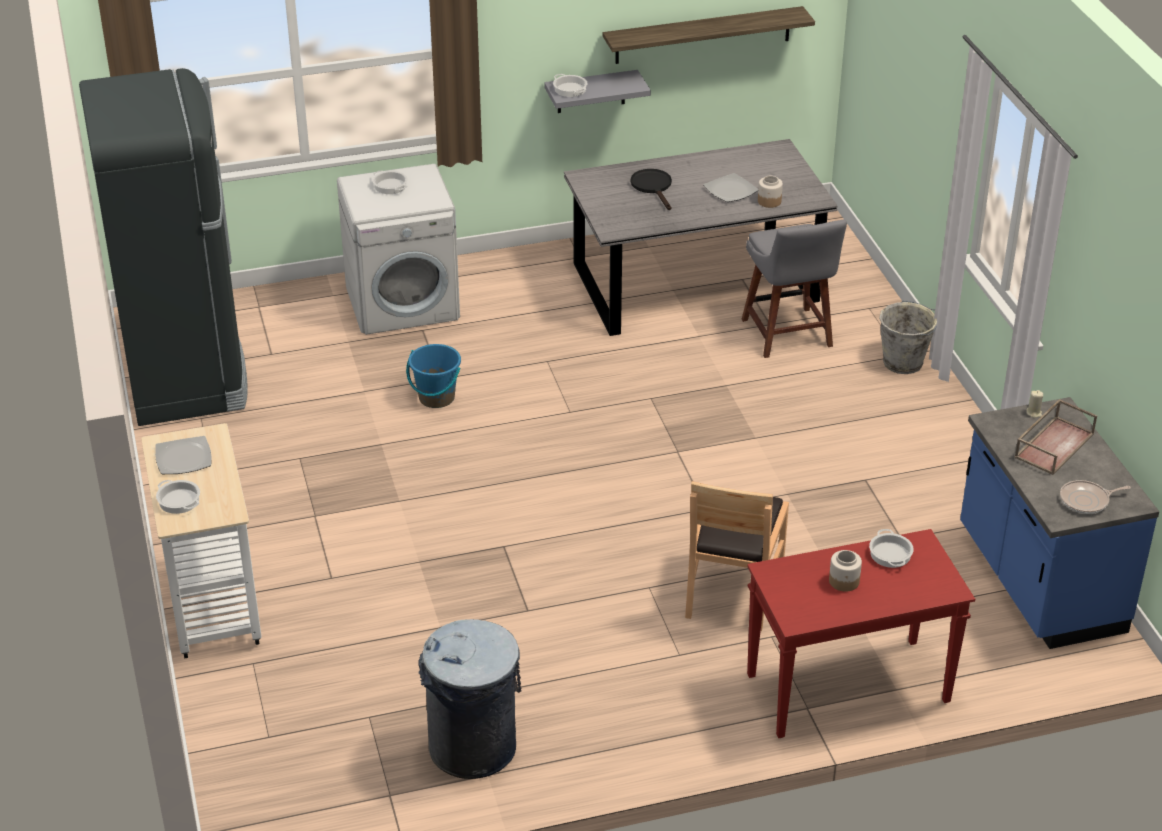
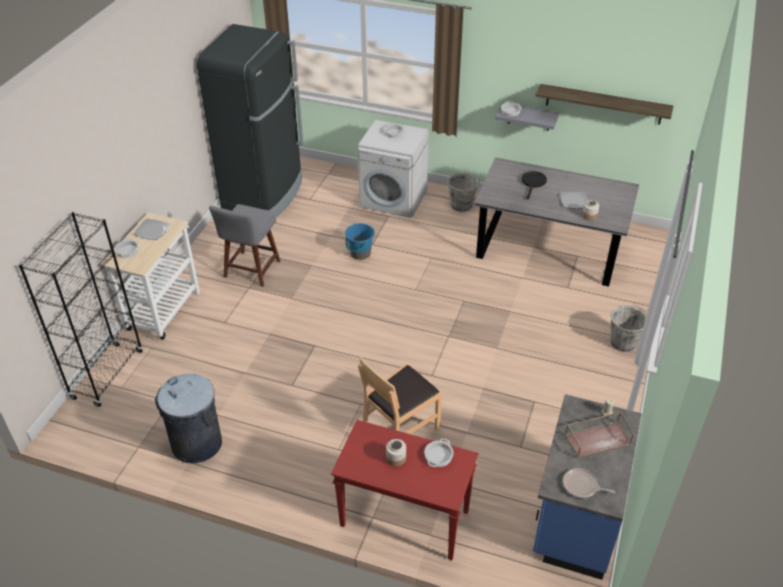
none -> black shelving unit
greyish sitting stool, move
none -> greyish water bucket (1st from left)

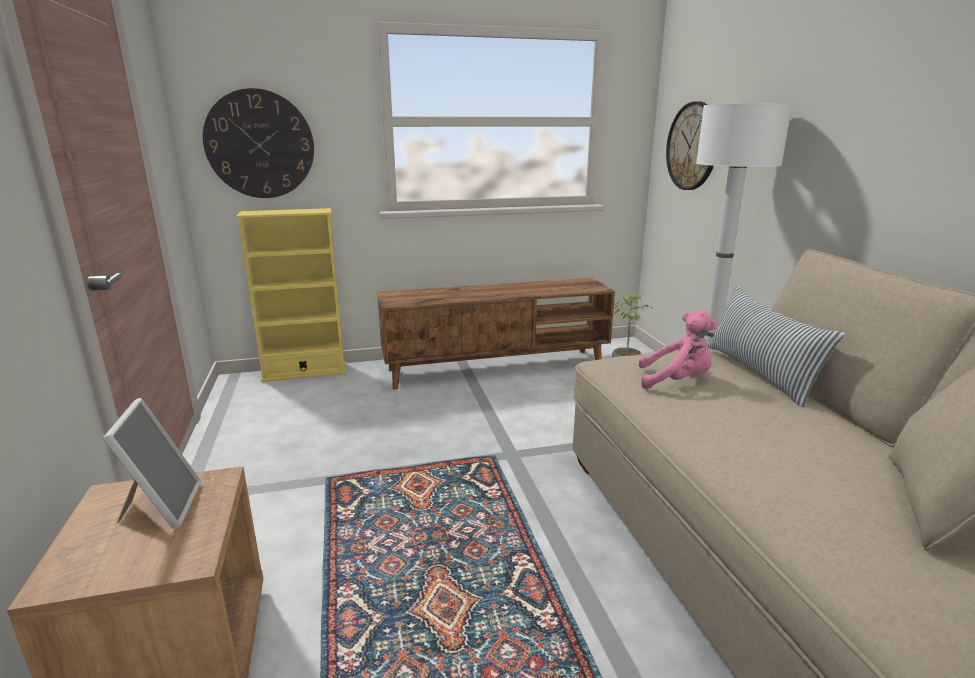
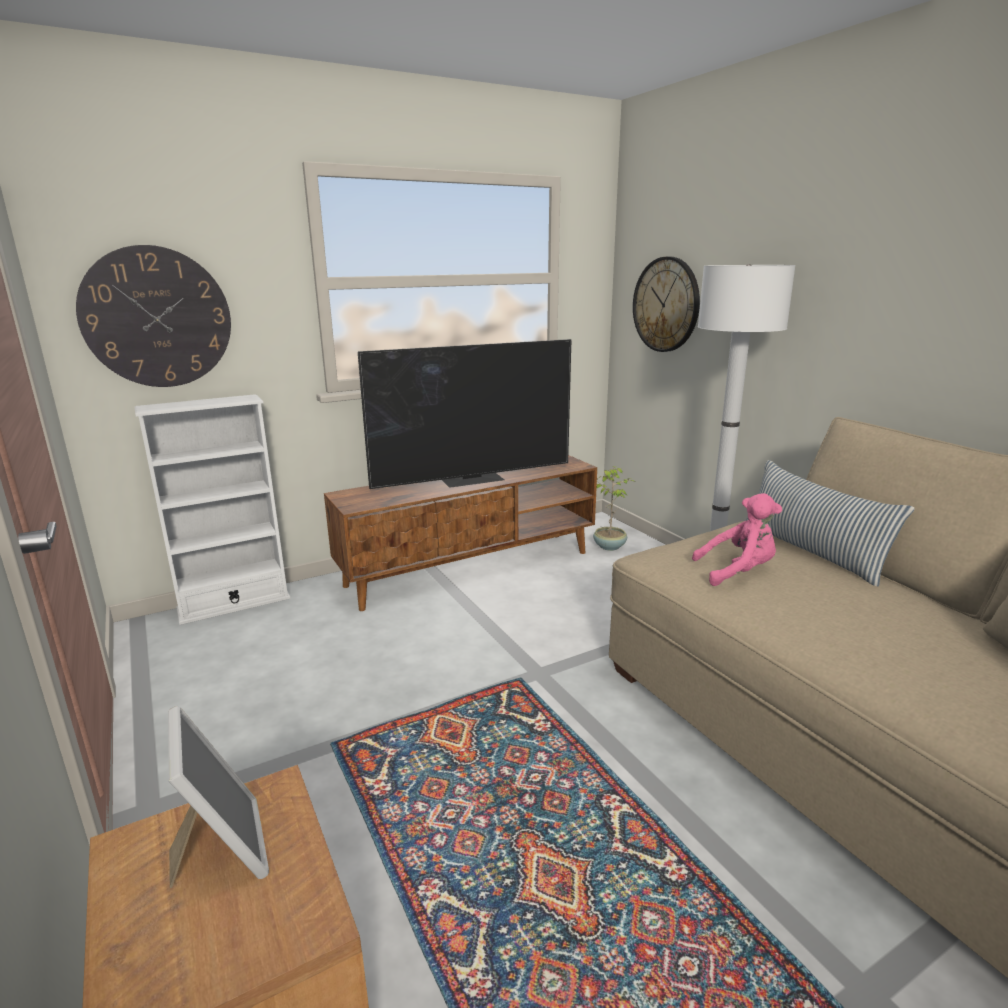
yellow shelving unit -> whitish shelving unit
none -> TV

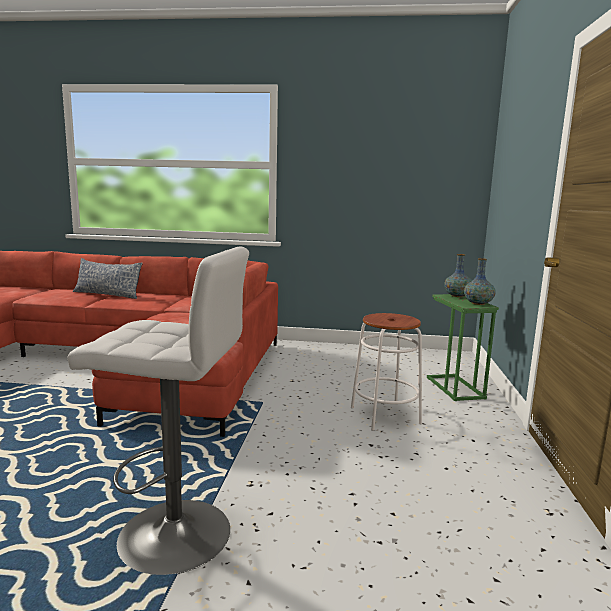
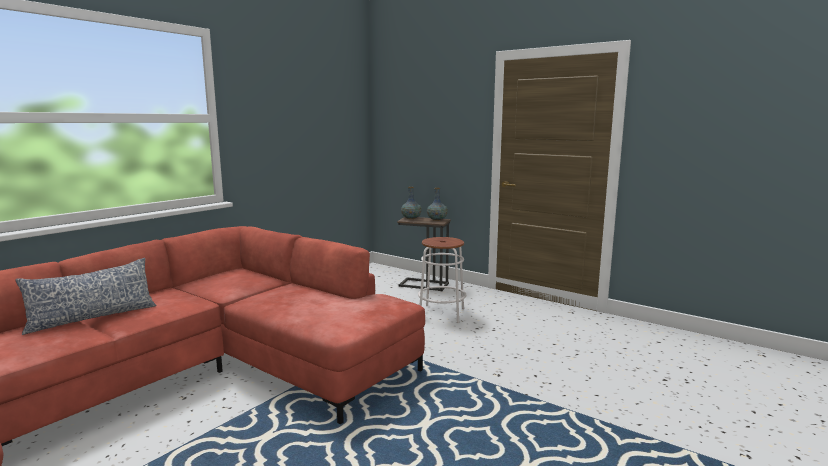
greenish accent table -> brownish accent table
whitish sitting stool (1st from left) -> none

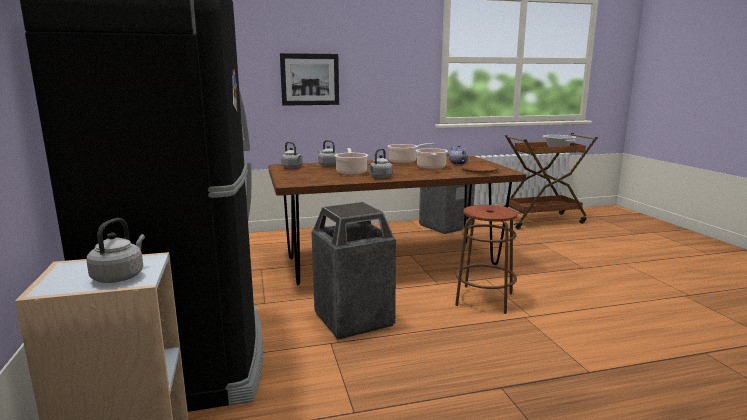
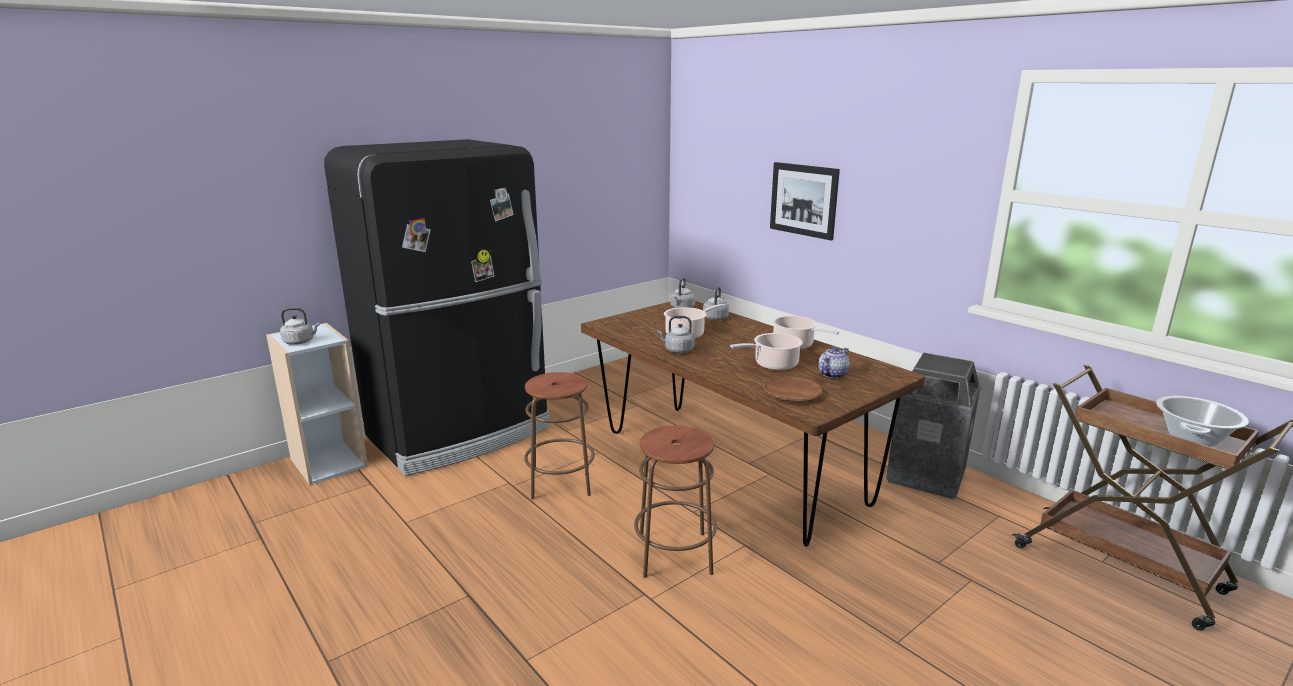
rubbish bin (1st from left) -> brownish sitting stool (1st from left)

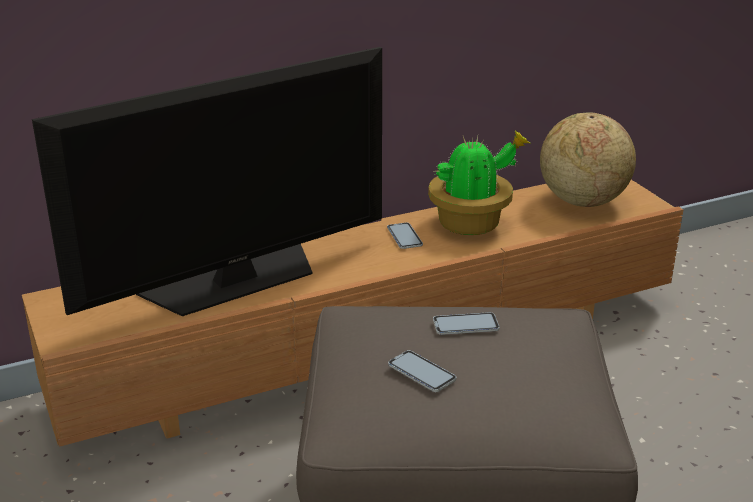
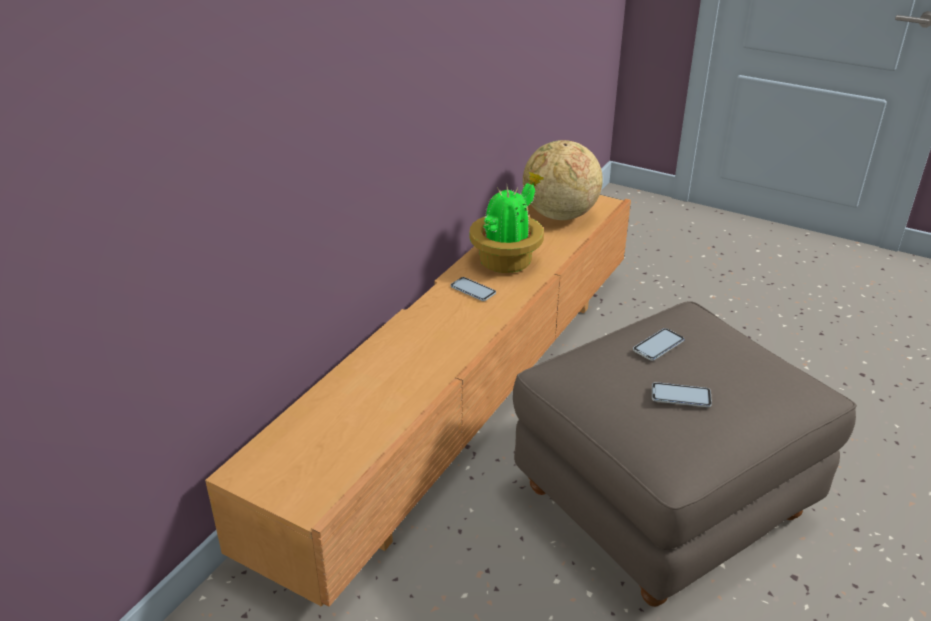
TV -> none

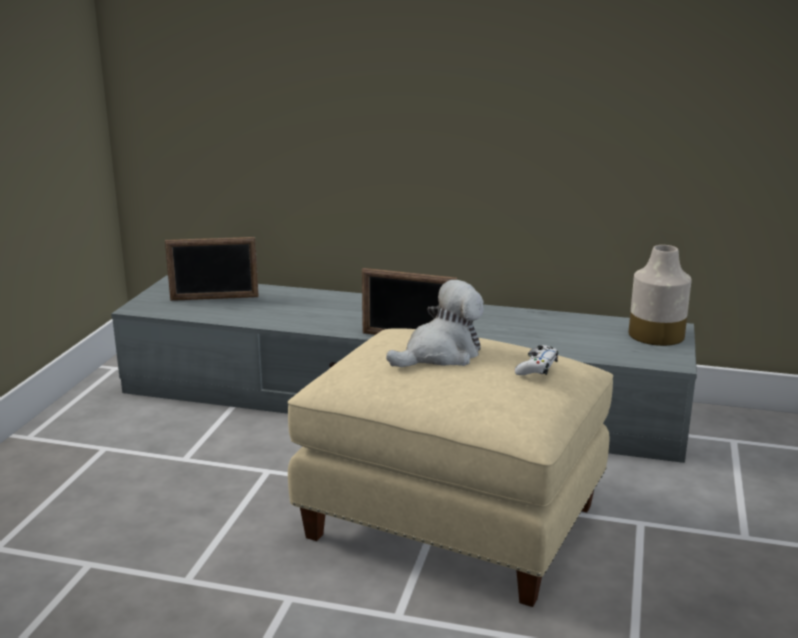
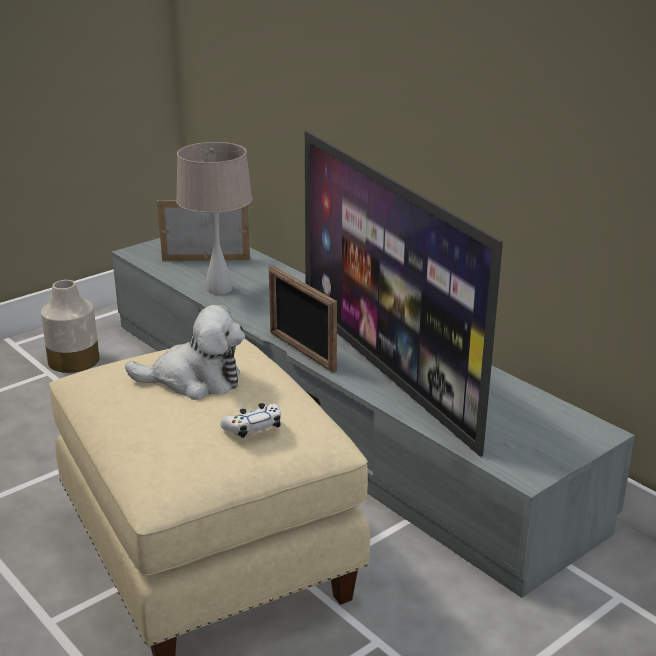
beige vase, move
photo frame (1st from left), 150 degrees clockwise
none -> beige tabletop lamp
none -> TV

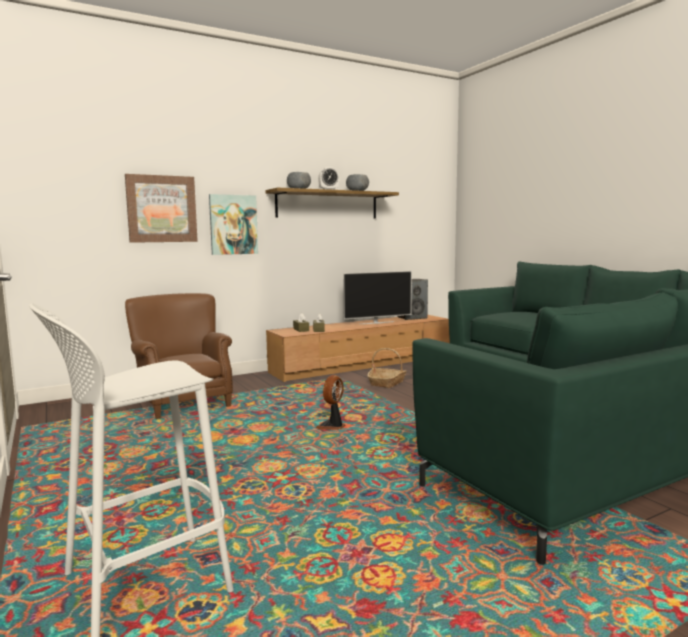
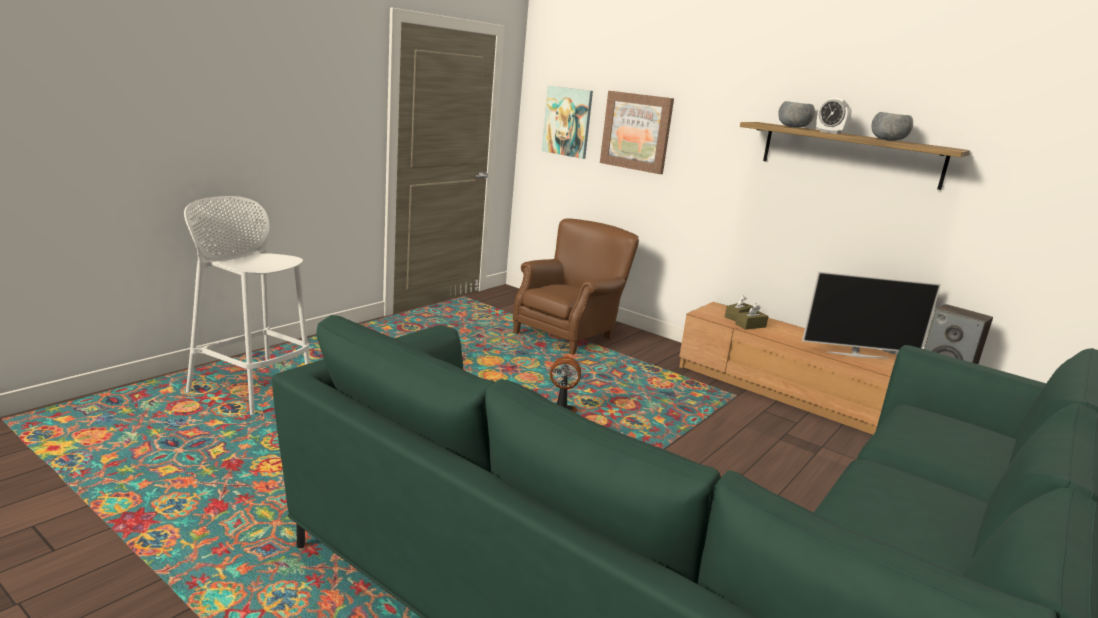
wall picture (2nd from left in the first image) -> wall picture (1st from left), move
TV, 45 degrees counterclockwise
storage basket -> none

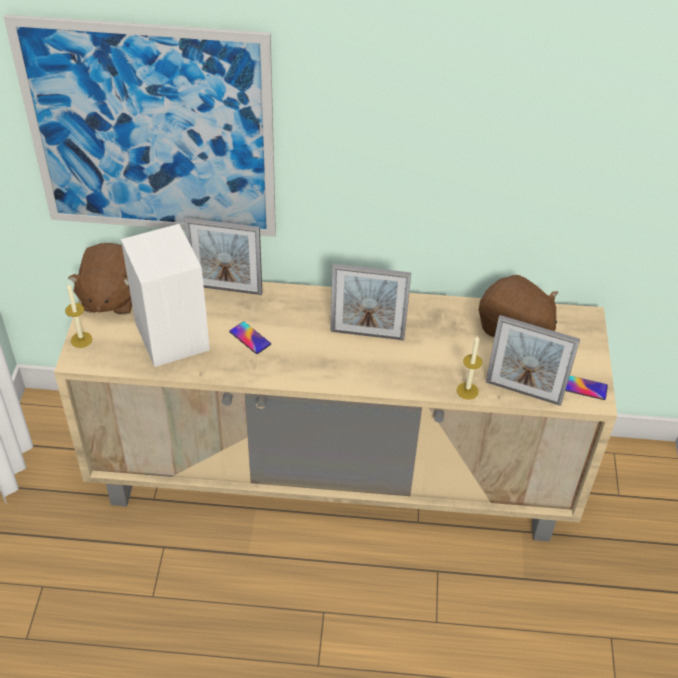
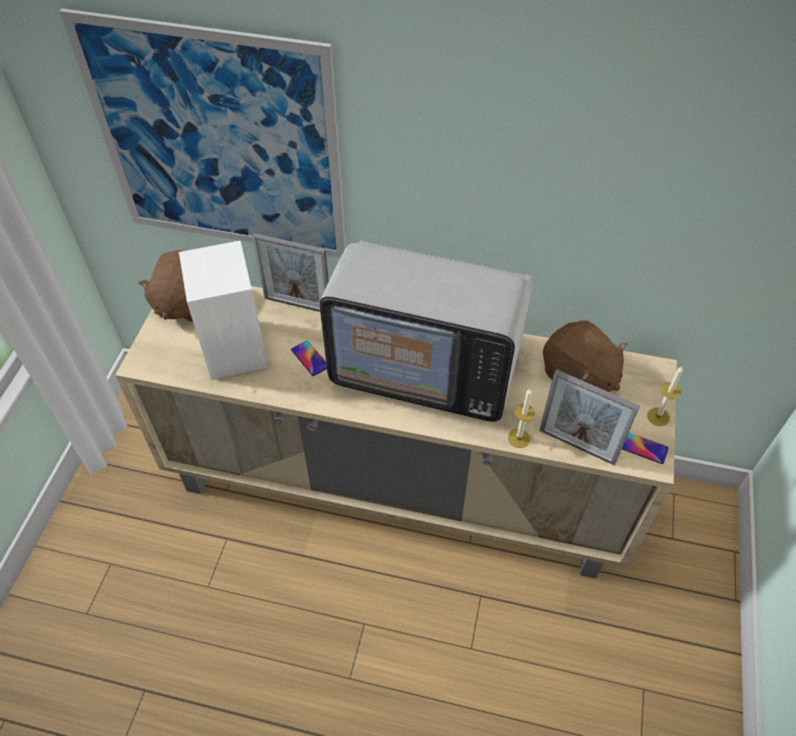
photo frame (2nd from left) -> TV
wax light (1st from left in the first image) -> wax light (2nd from left), move

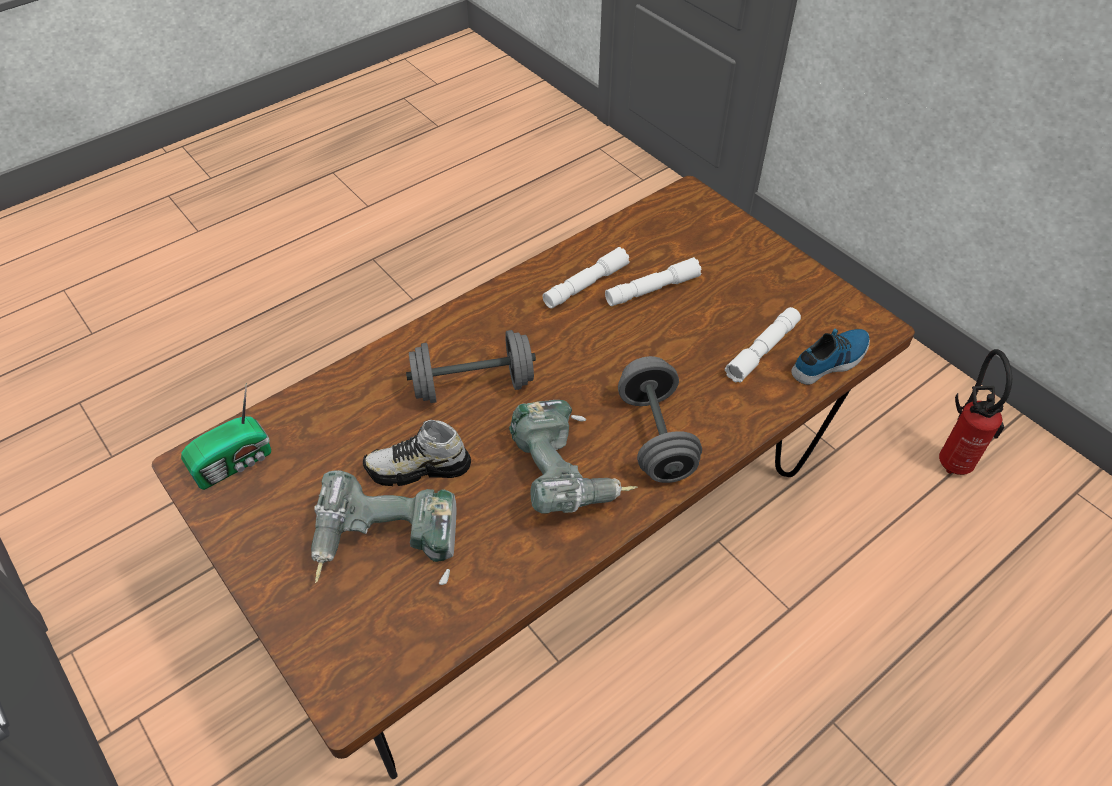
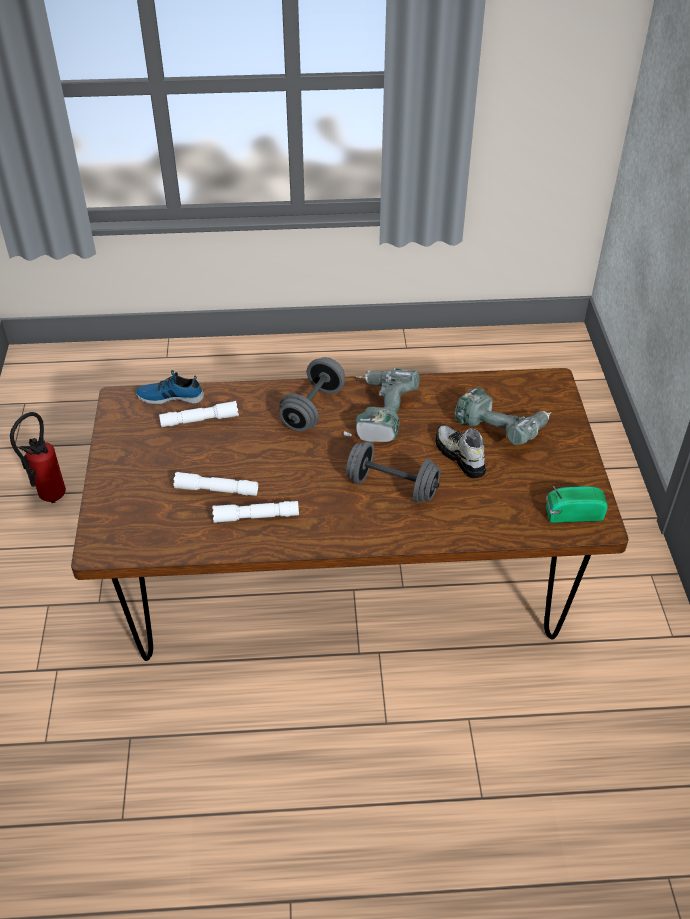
shoe (1st from left in the first image) -> shoe (2nd from left), 150 degrees counterclockwise

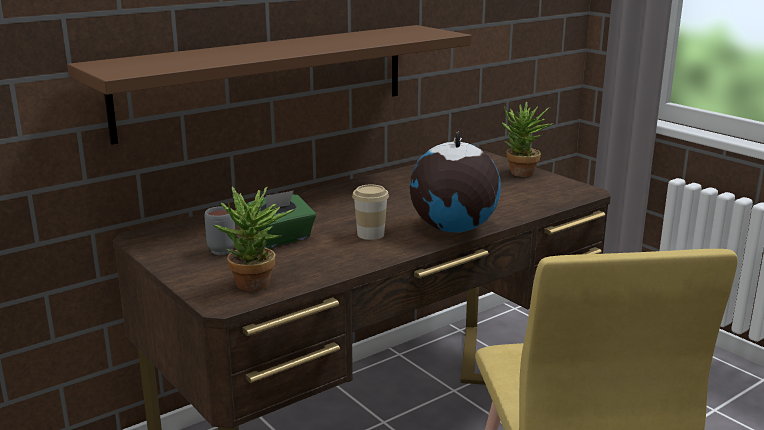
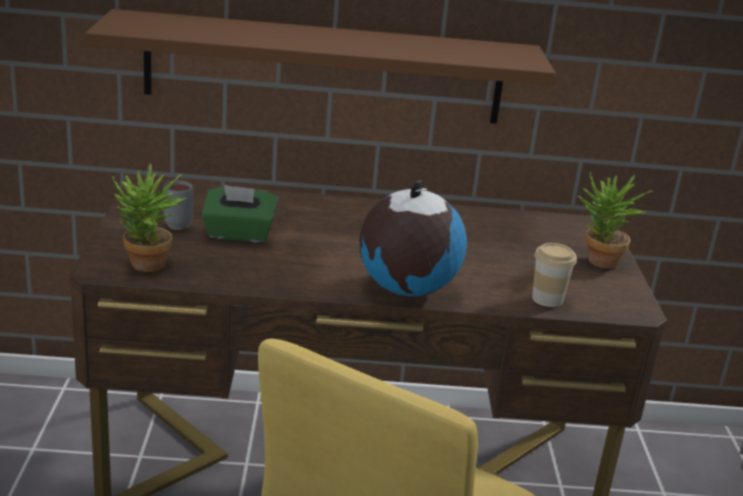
small cup, move

